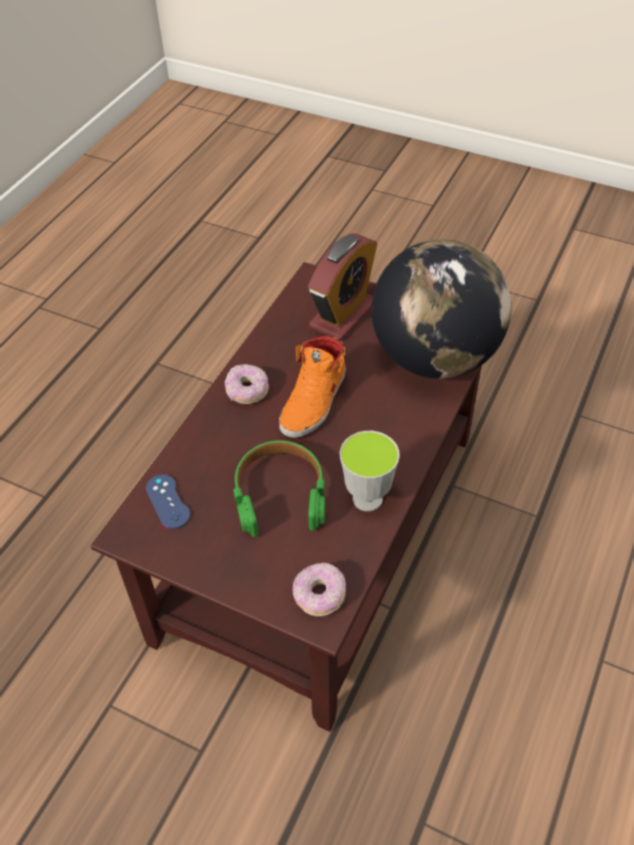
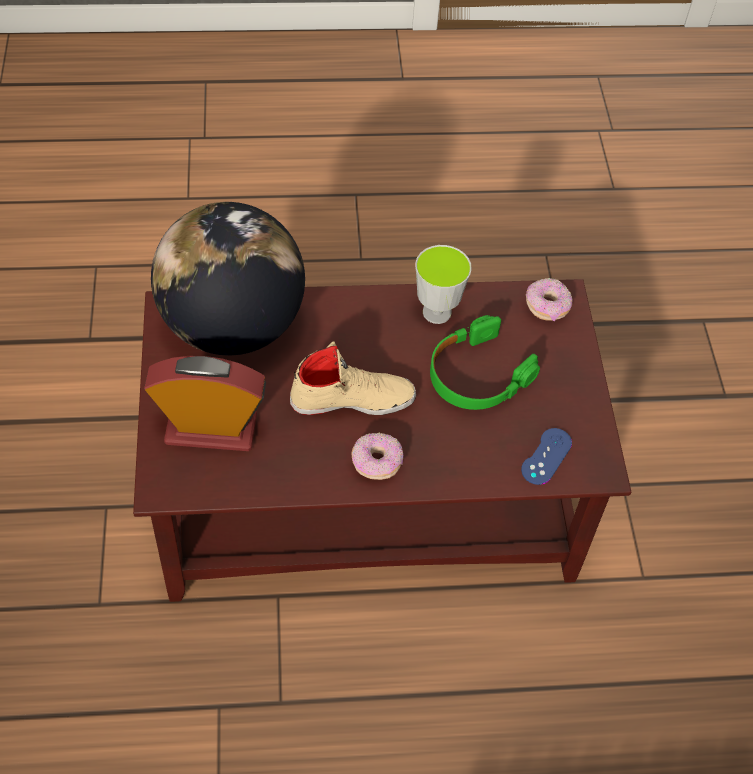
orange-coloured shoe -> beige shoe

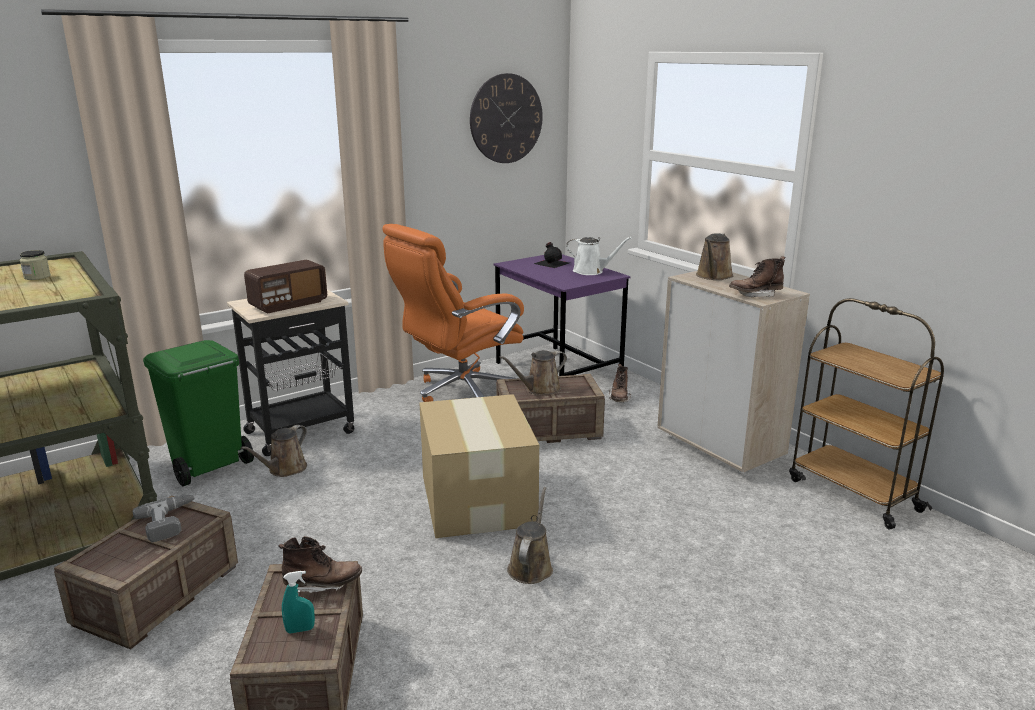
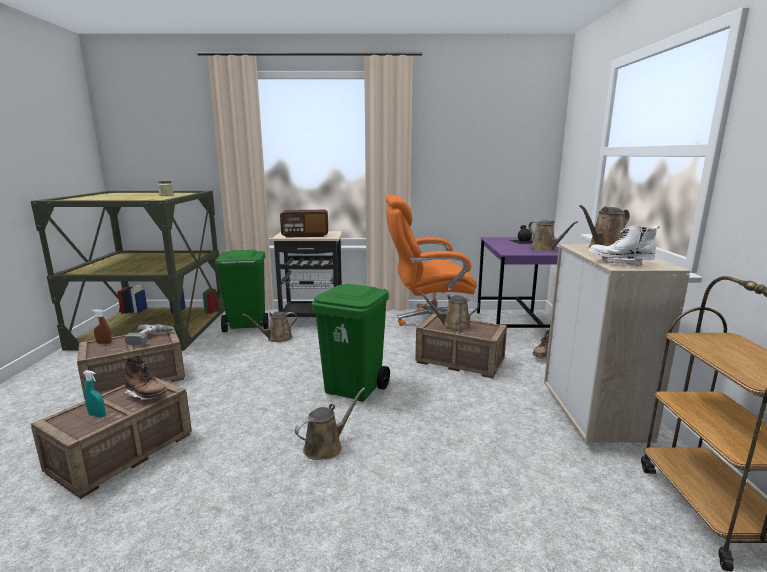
none -> brownish spray bottle
packing box -> greenish rubbish bin (2nd from left)
whitish watering pot -> brownish watering pot (4th from left)
brownish high-top boot (3rd from left) -> whitish high-top boot
wall clock -> none

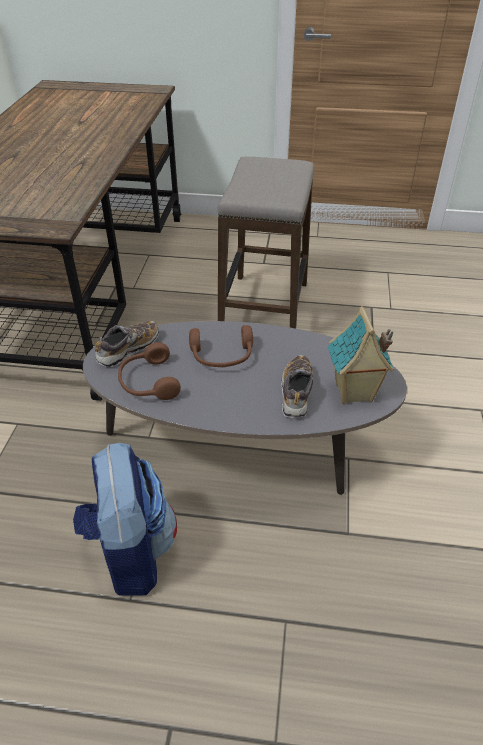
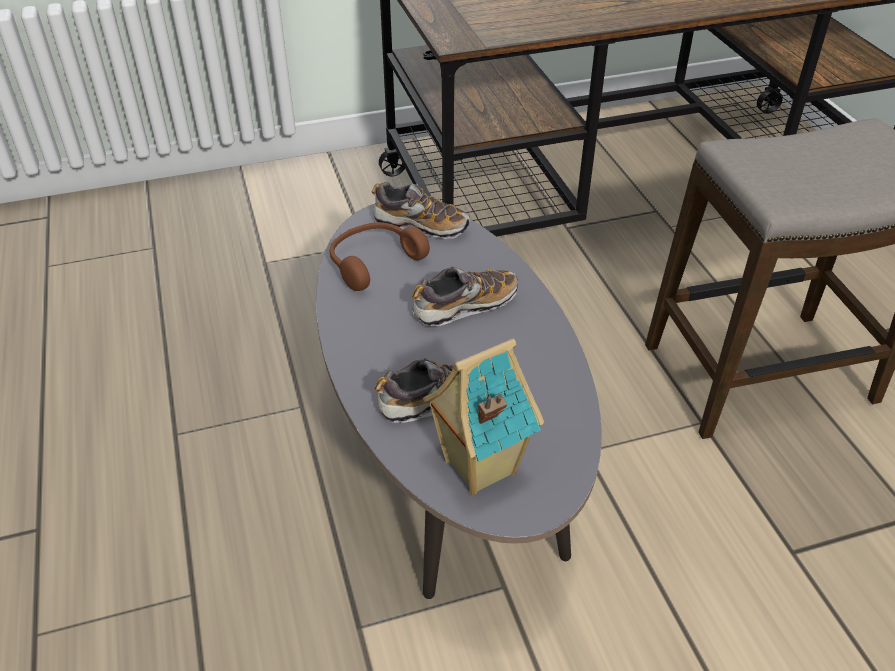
brownish headset (2nd from left) -> shoe (3rd from left)
rucksack -> none

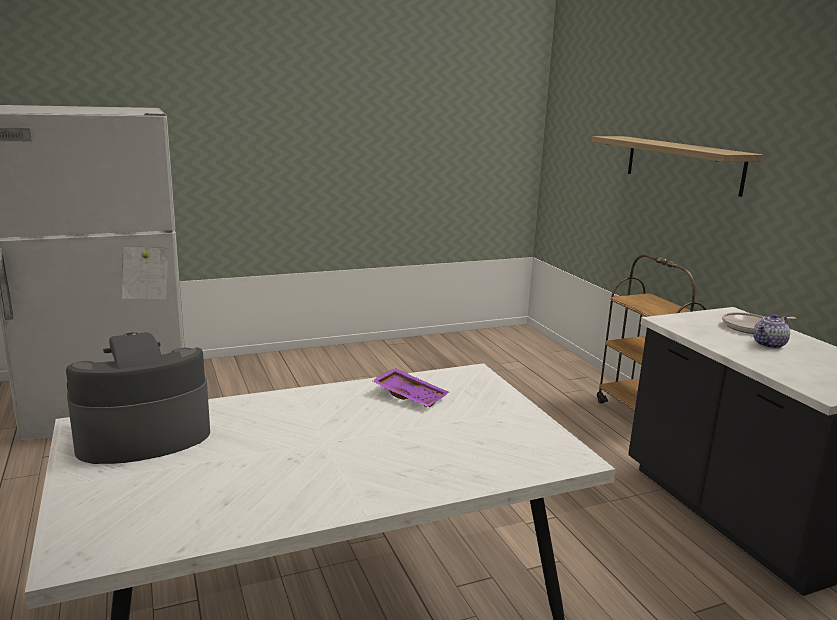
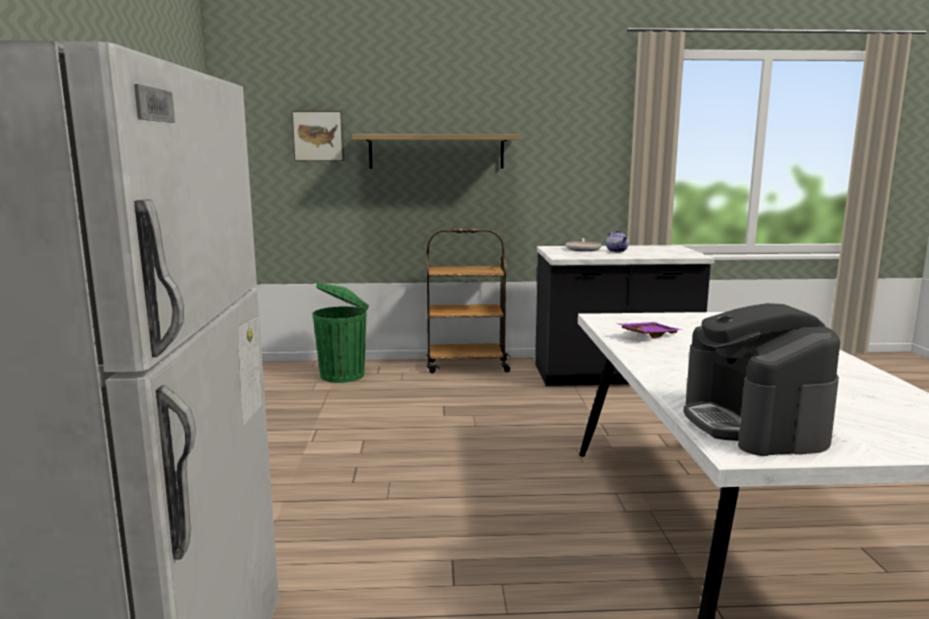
none -> wall picture
none -> greenish rubbish bin

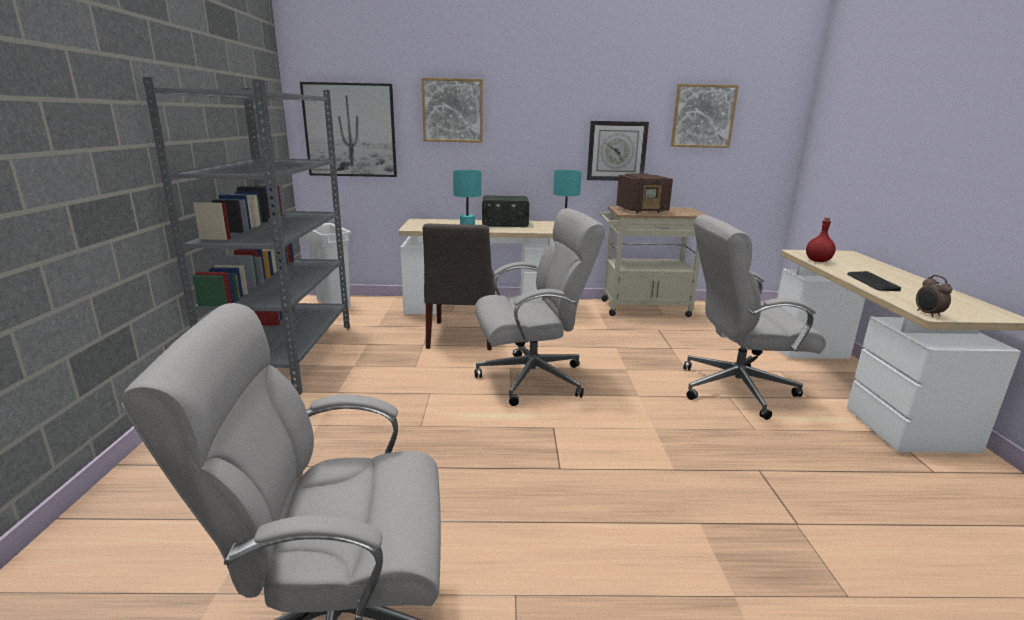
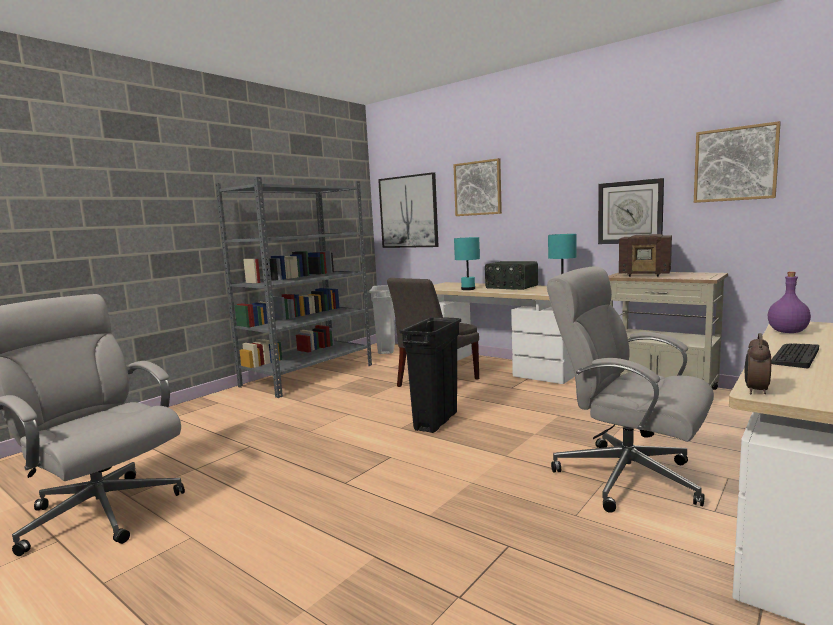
greyish desk chair (2nd from left) -> black rubbish bin
red beverage bottle -> purple beverage bottle

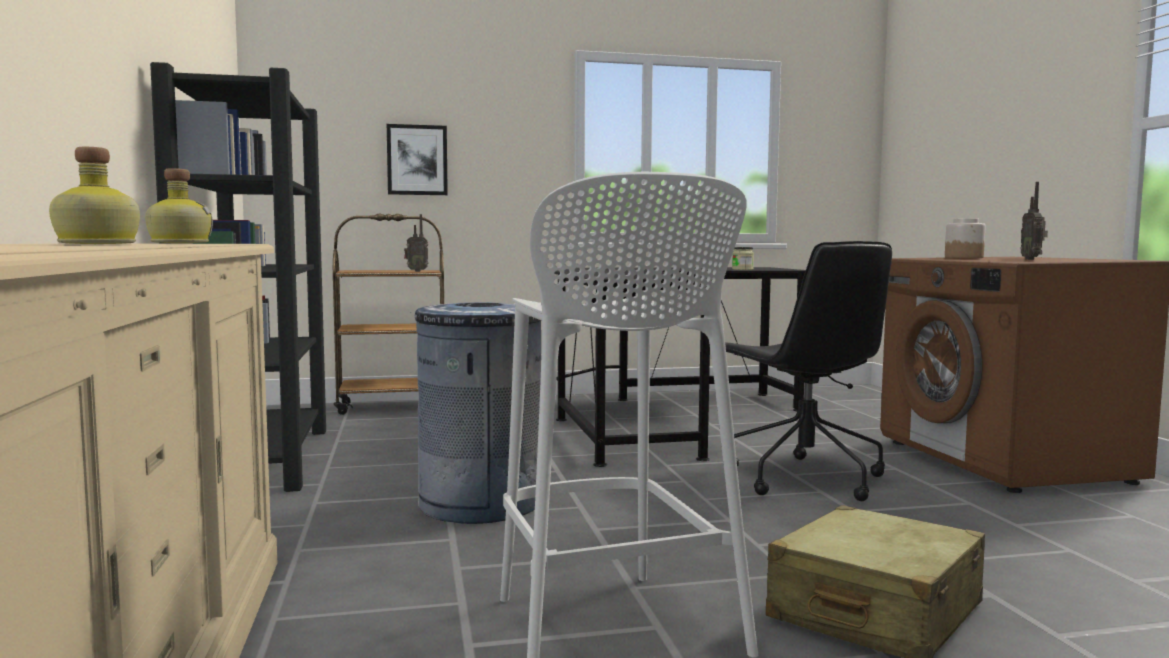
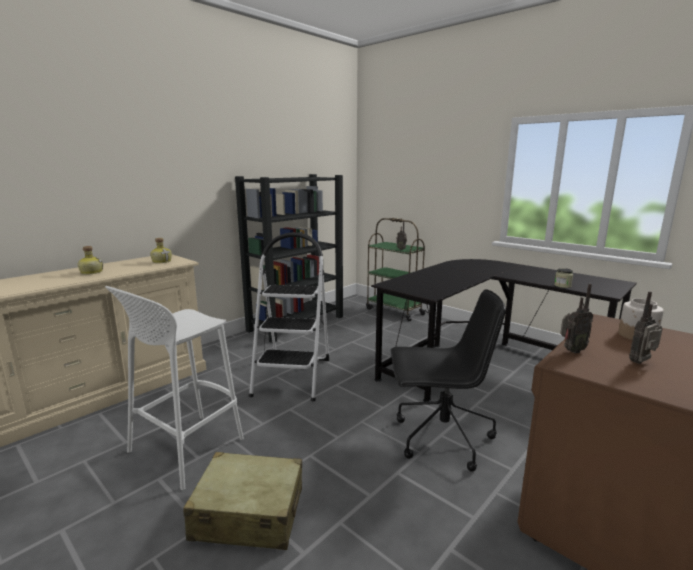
greyish rubbish bin -> step ladder
brownish wheeled cart -> greenish wheeled cart
black desk chair, 120 degrees counterclockwise
none -> radio set (2nd from left)
wall picture -> none

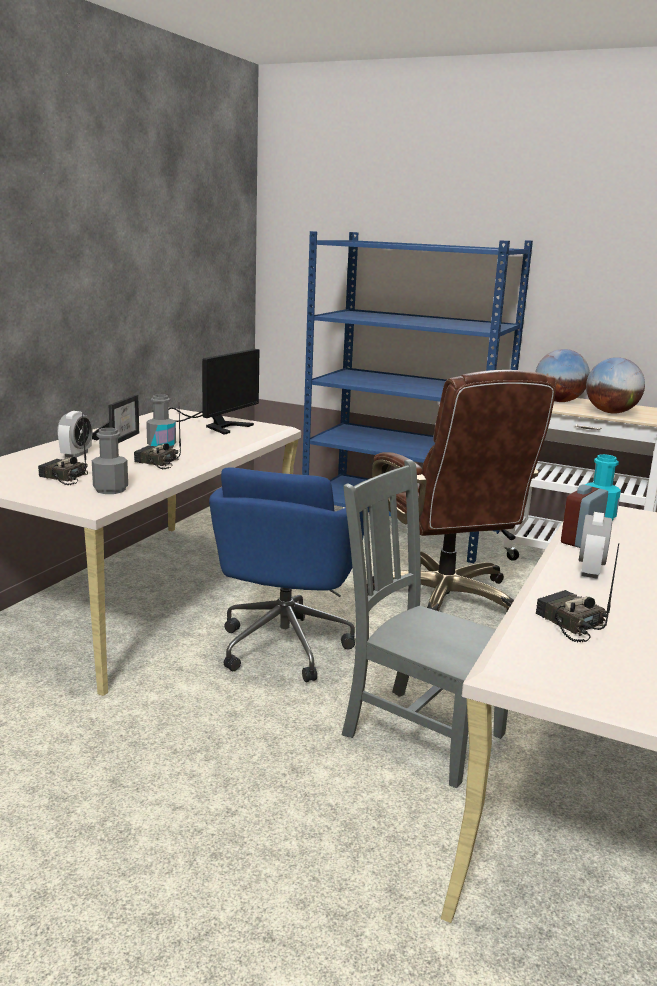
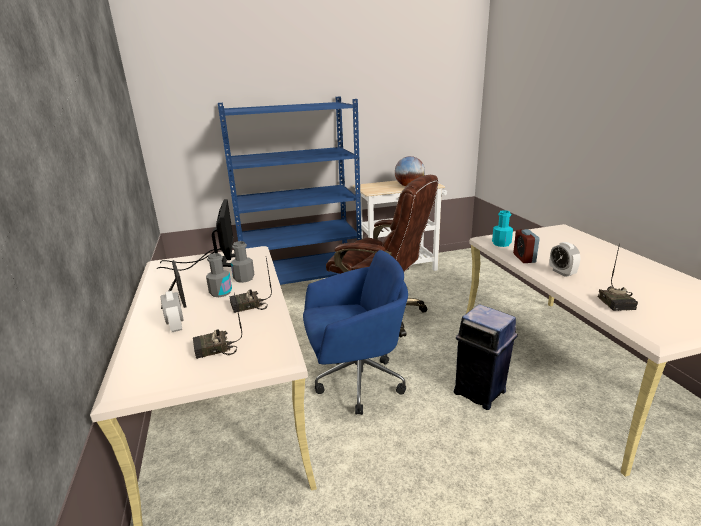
greyish beverage bottle (1st from left in the first image) -> greyish beverage bottle (2nd from left), move
blue-coloured desk chair, 75 degrees counterclockwise
greyish chair -> blue-coloured rubbish bin
radio set (3rd from left), 105 degrees counterclockwise
desk globe (1st from left) -> none

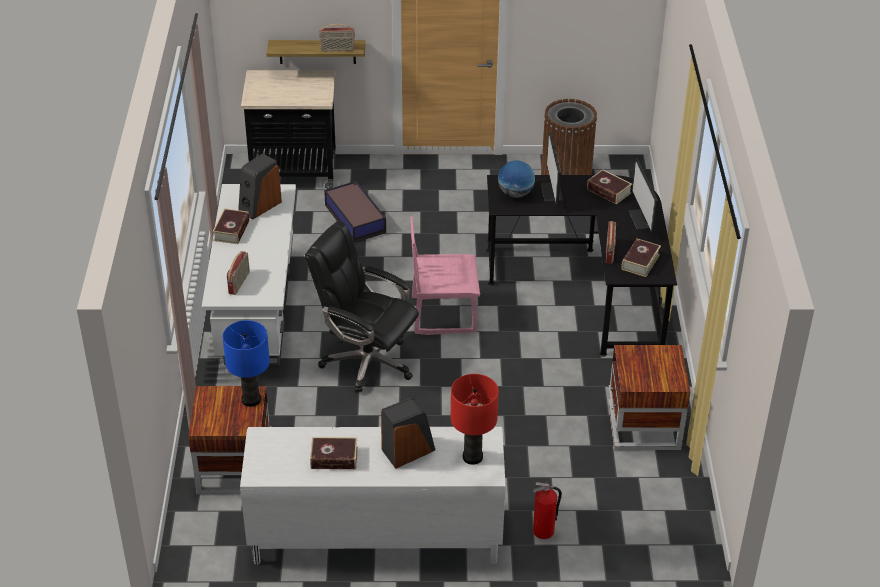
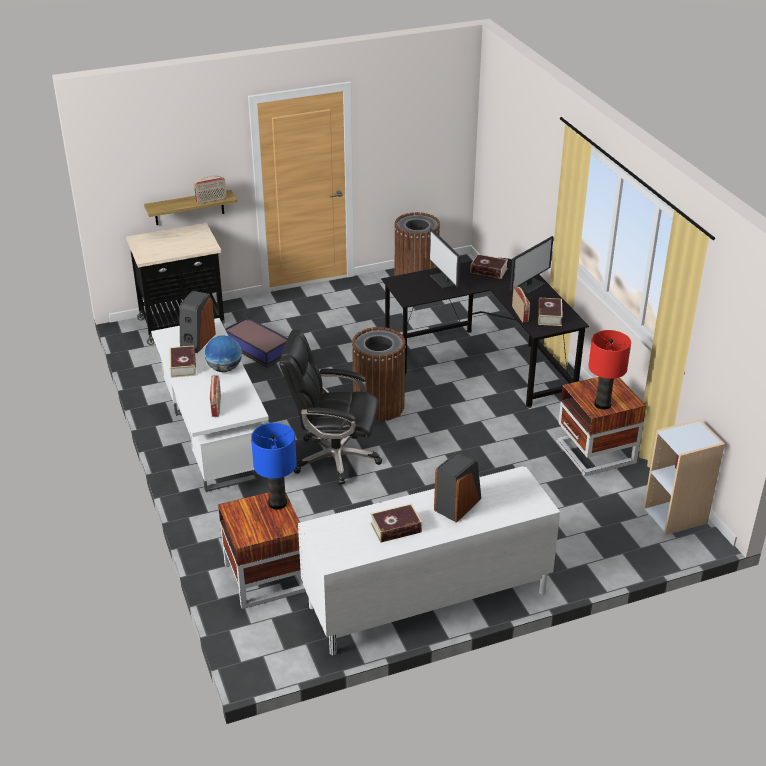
desk globe, move
pink-coloured chair -> brownish rubbish bin (1st from left)
monitor (2nd from left), 105 degrees counterclockwise
red tabletop lamp, move
none -> shelving unit
extinguisher -> none

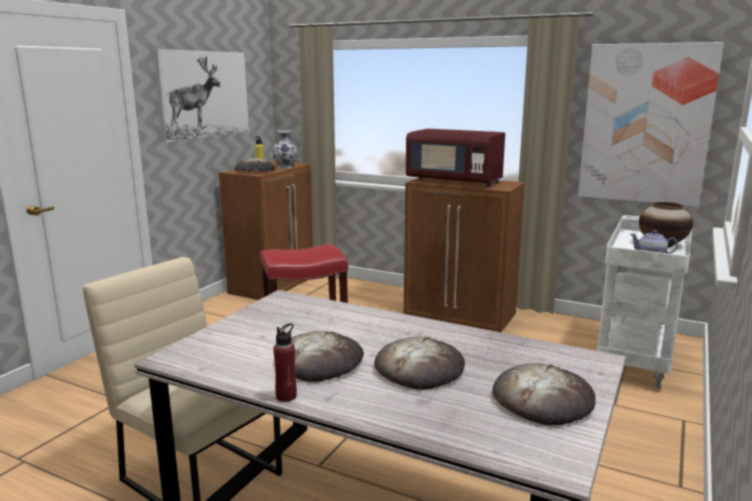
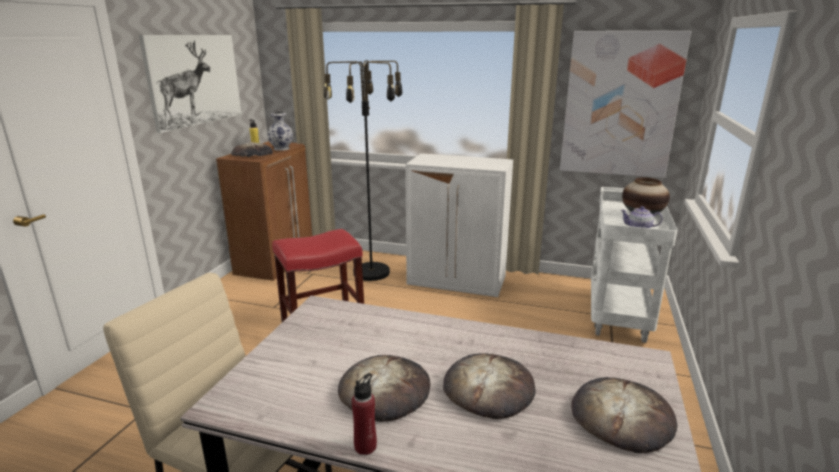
none -> standing lamp
brownish cabinet (2nd from left) -> whitish cabinet
red kitchen microwave -> none

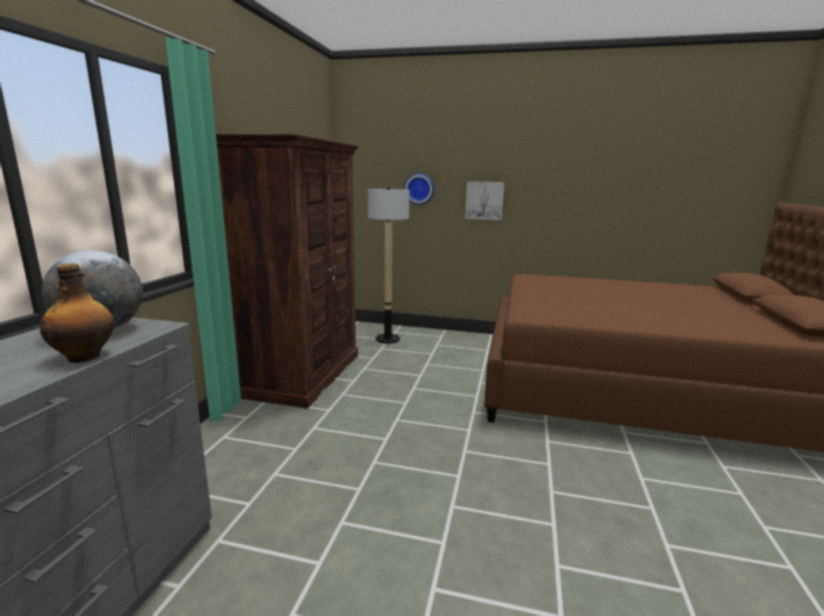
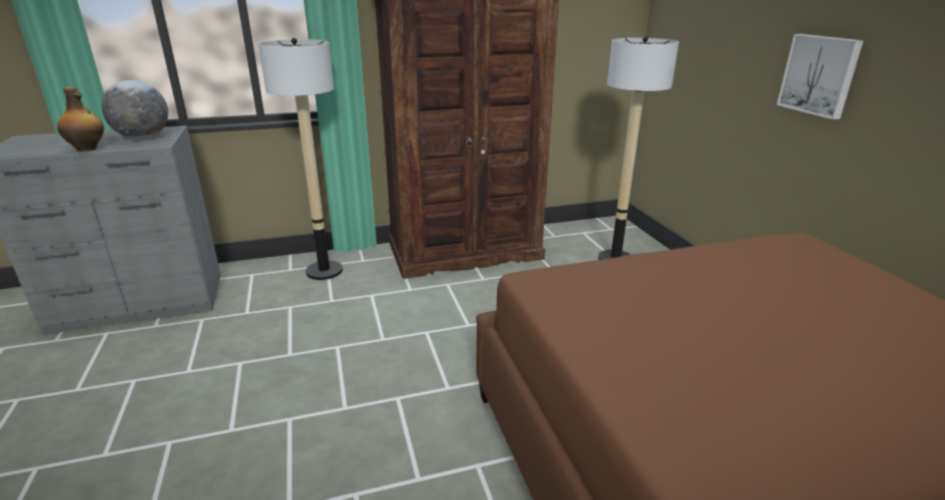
none -> standing lamp (1st from left)
wall clock -> none

